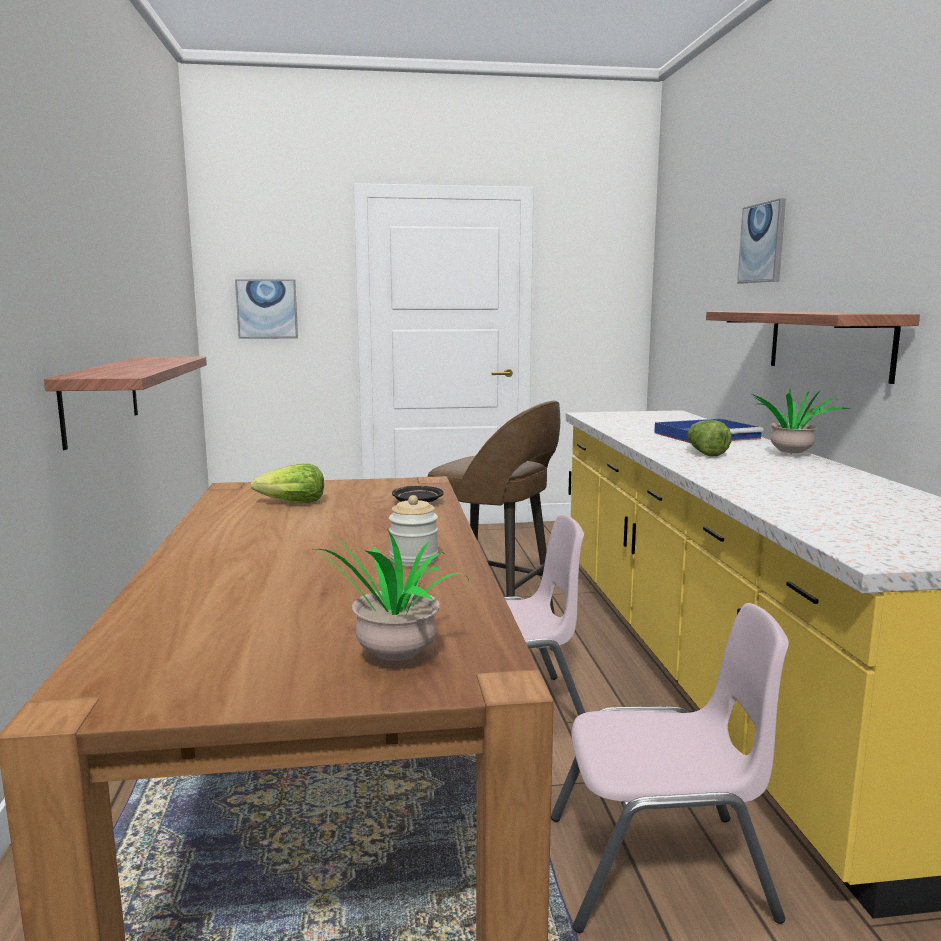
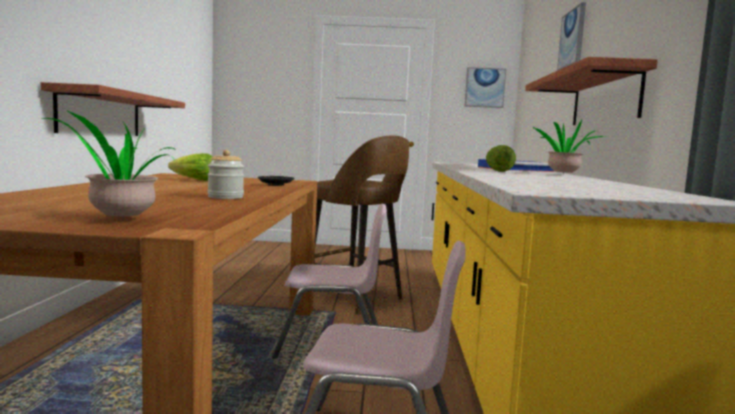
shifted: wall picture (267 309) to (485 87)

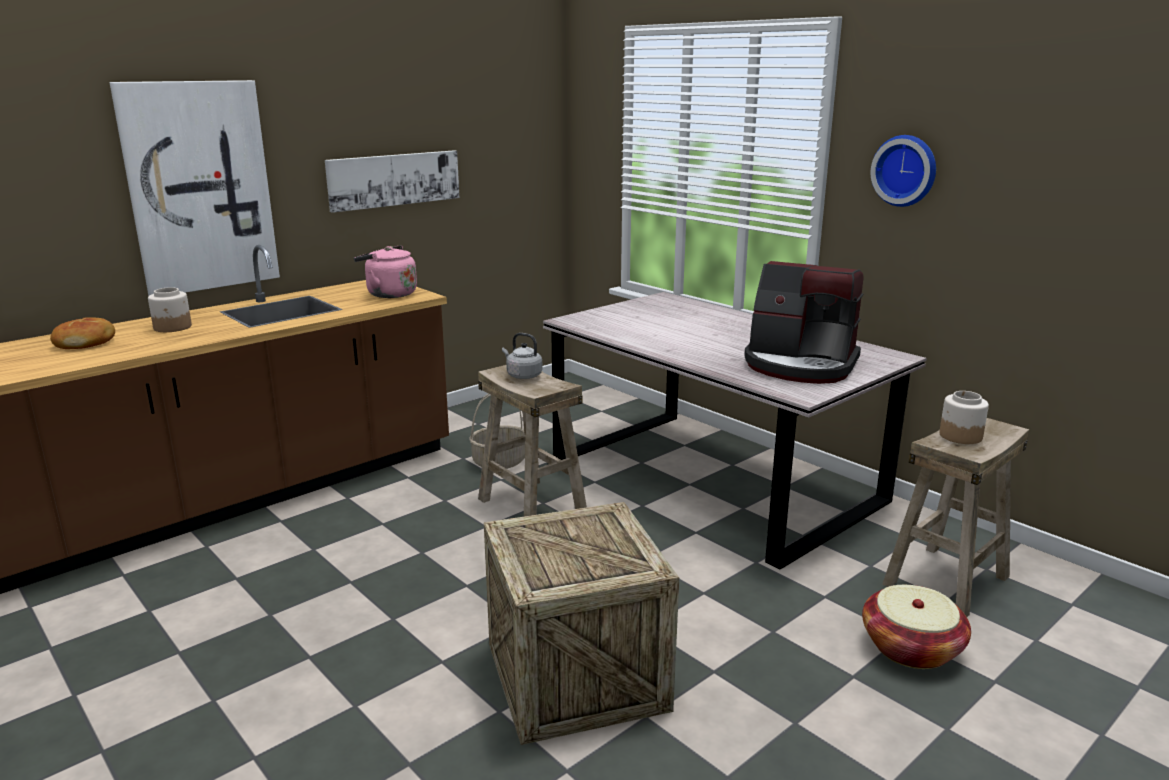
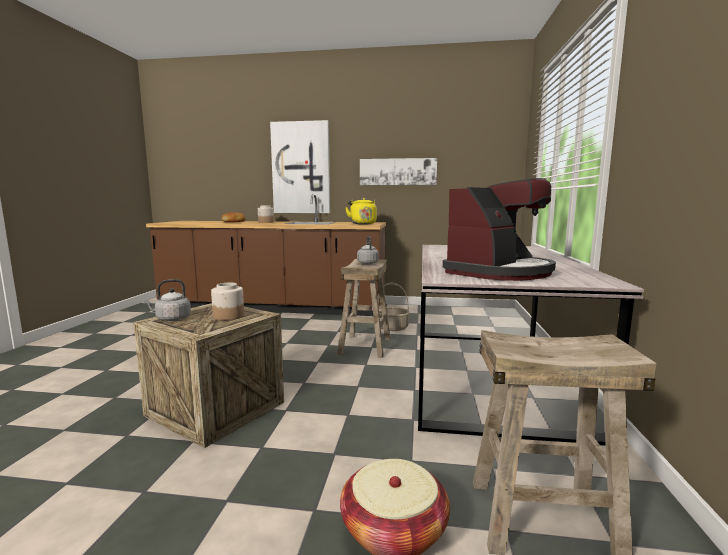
gone: hanging clock (905 170)
new: tea kettle (gray) (171 319)
shifted: preserve jar (960 436) to (229 316)
repainted: tea kettle (pinkish) (388 294) to tea kettle (yellow-coloured) (362 223)
rotated: coffee machine (800 365) = (499 272) 120 degrees counterclockwise

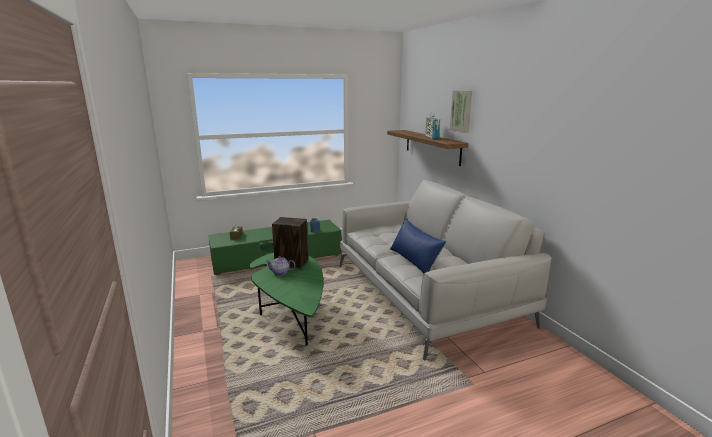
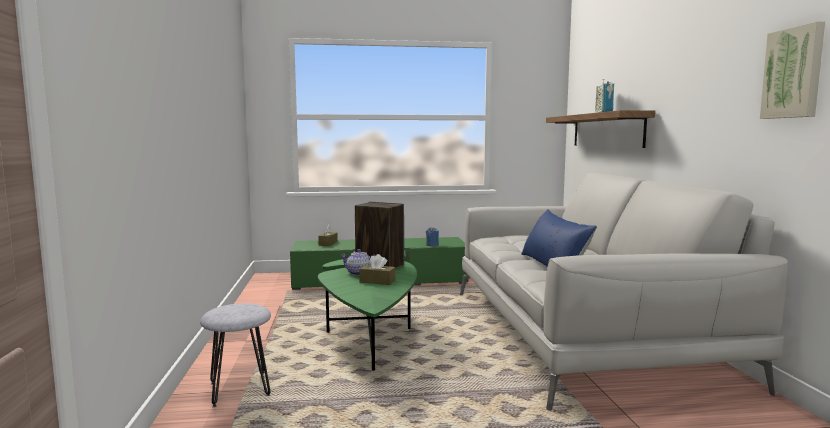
new: stool (gray) (239 389); tissue holder (brownish) (377 281)
shifted: wall picture (462 111) to (794 73)

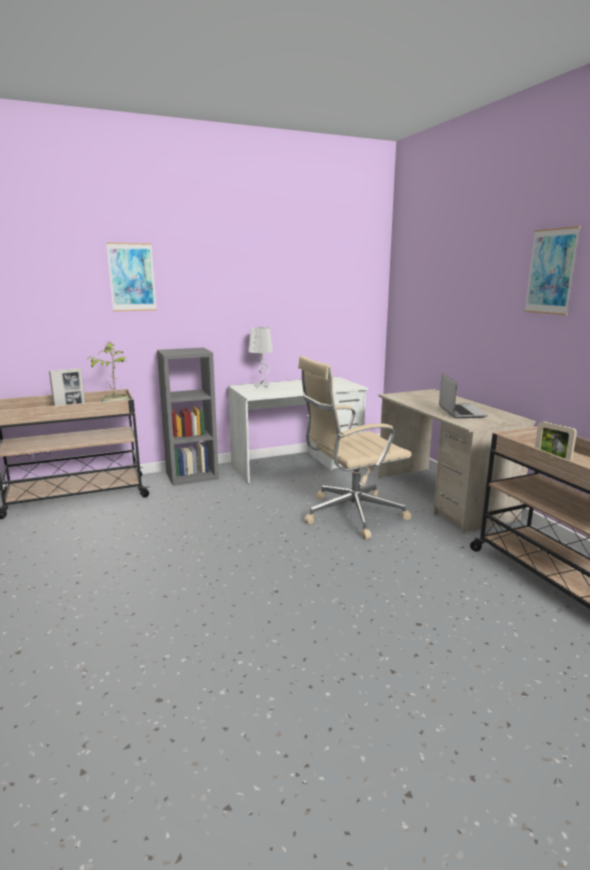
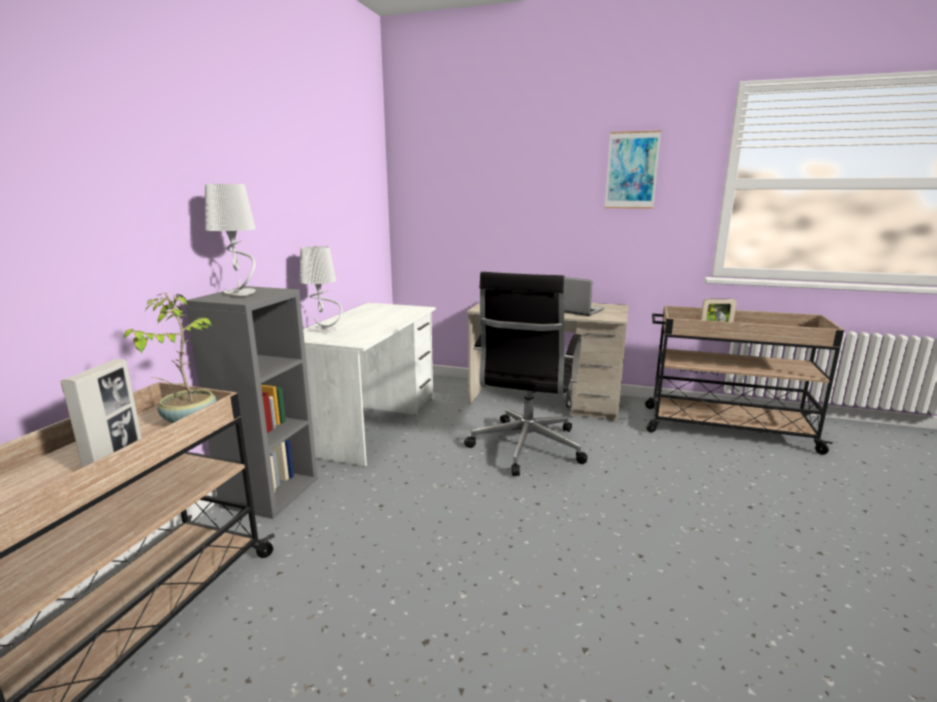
gone: wall picture (132 277)
new: tabletop lamp (gray) (241 293)
repainted: desk chair (beige) (350 515) to desk chair (black-coloured) (525 448)

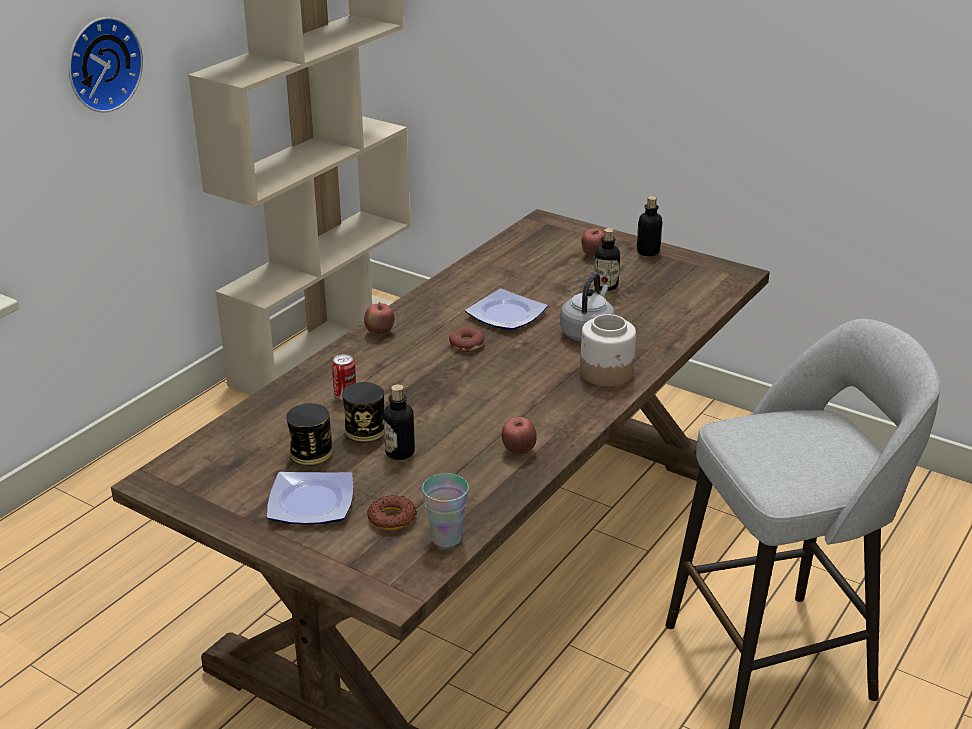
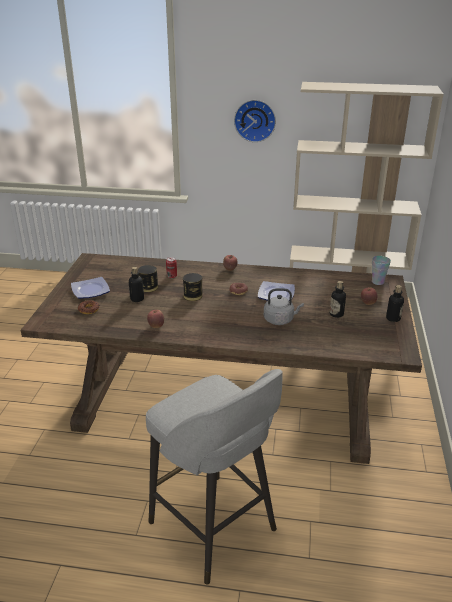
gone: preserve jar (607 373)
shifted: can (311 453) to (193 296); cup (446 538) to (377 282)

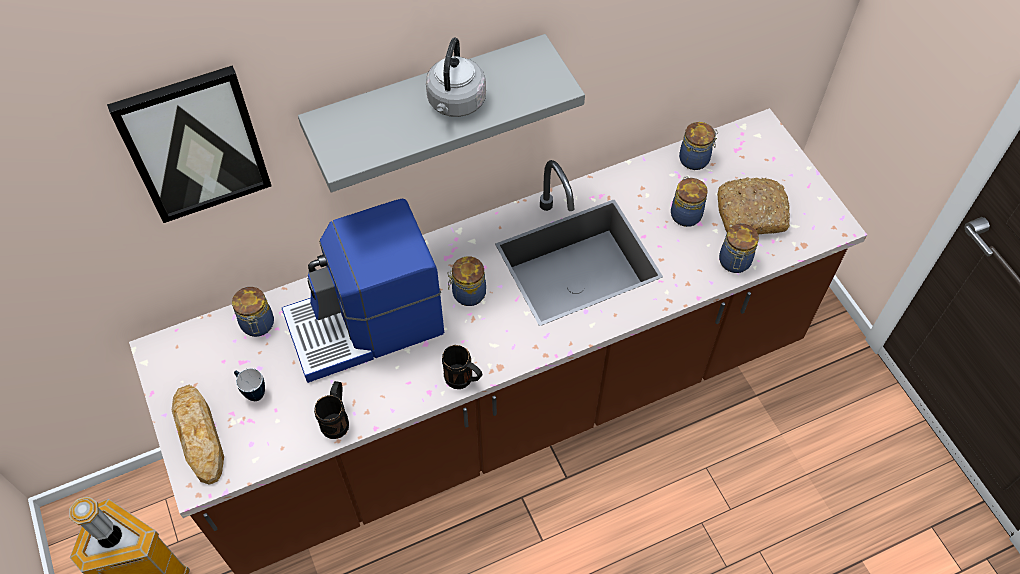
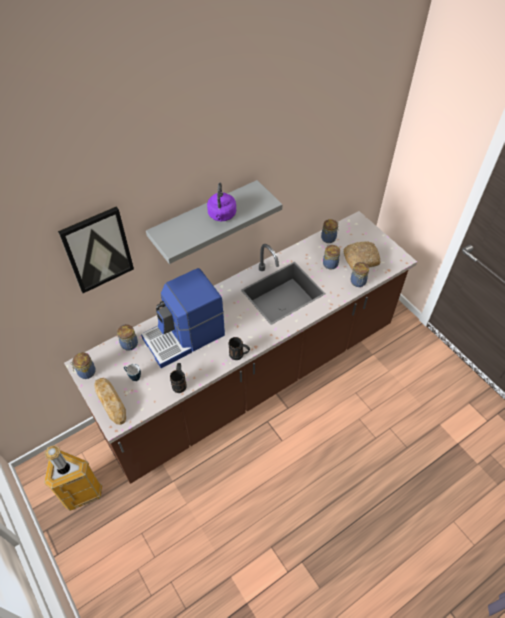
shifted: preserve jar (467 294) to (86 372)
repainted: tea kettle (gray) (455 103) to tea kettle (purple-coloured) (222 215)

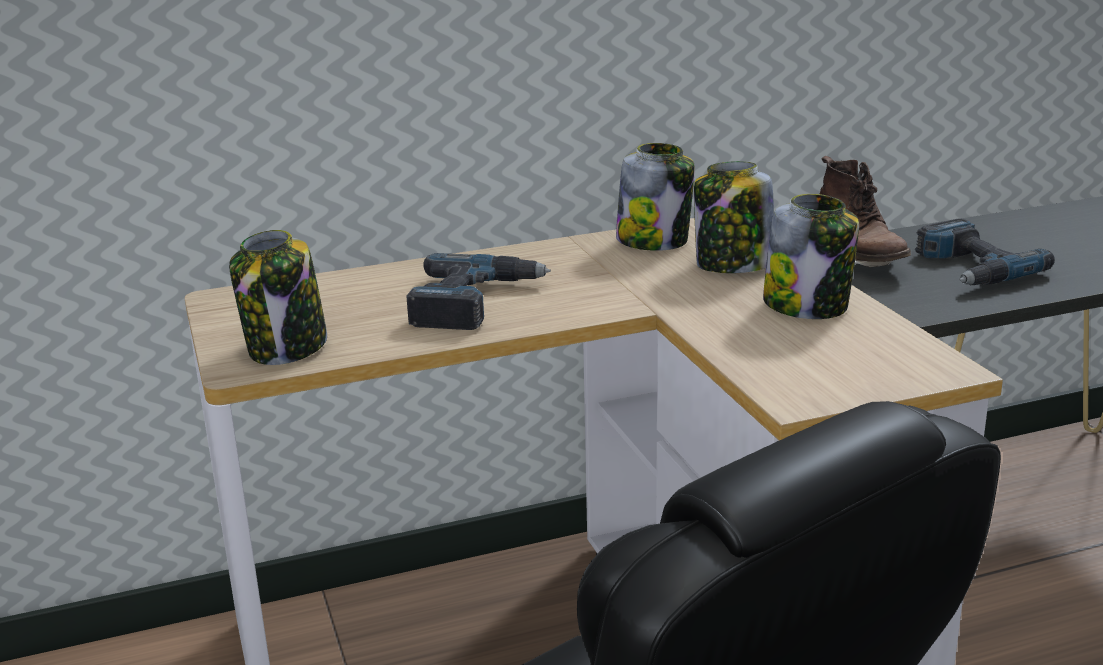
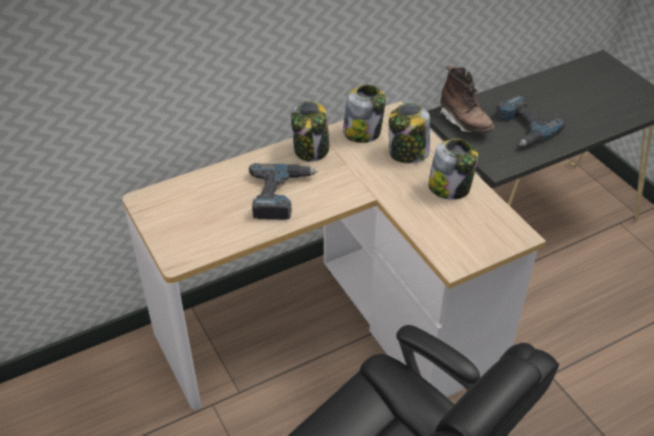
shifted: preserve jar (287 348) to (311 150)

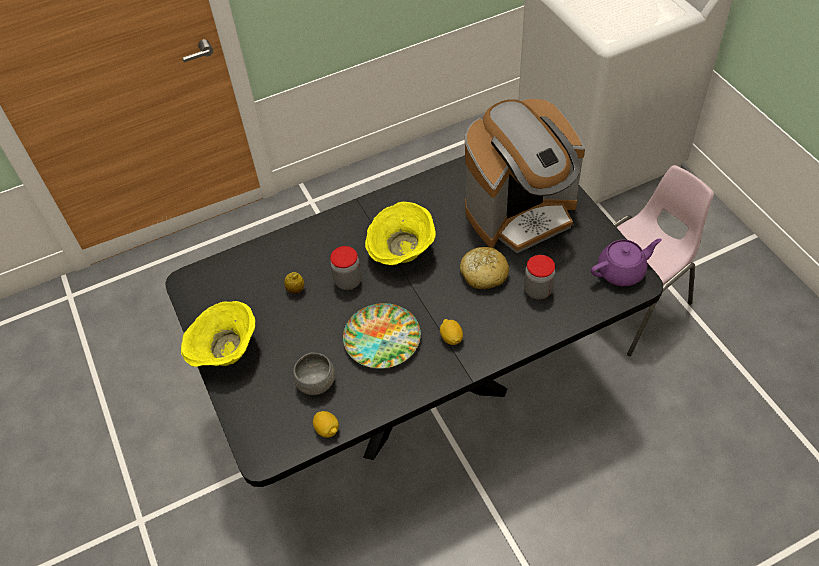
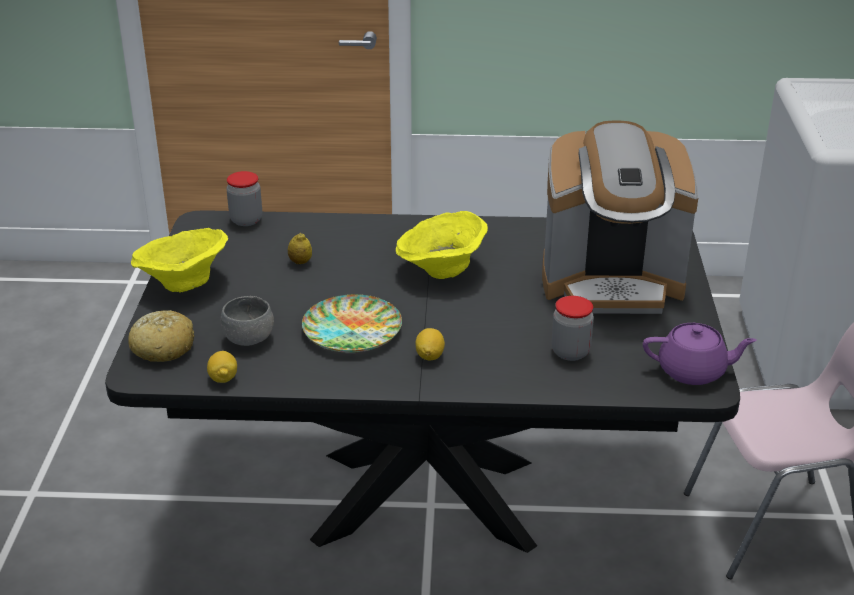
shifted: preserve jar (348 281) to (246 220); baked bread (483 274) to (163 347)

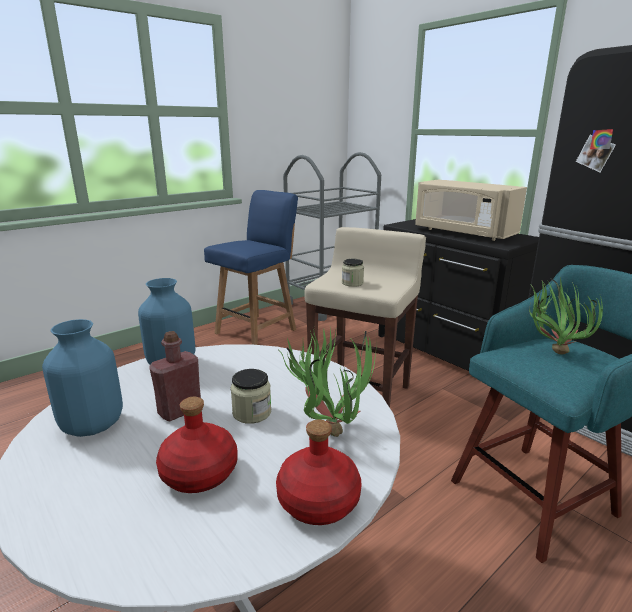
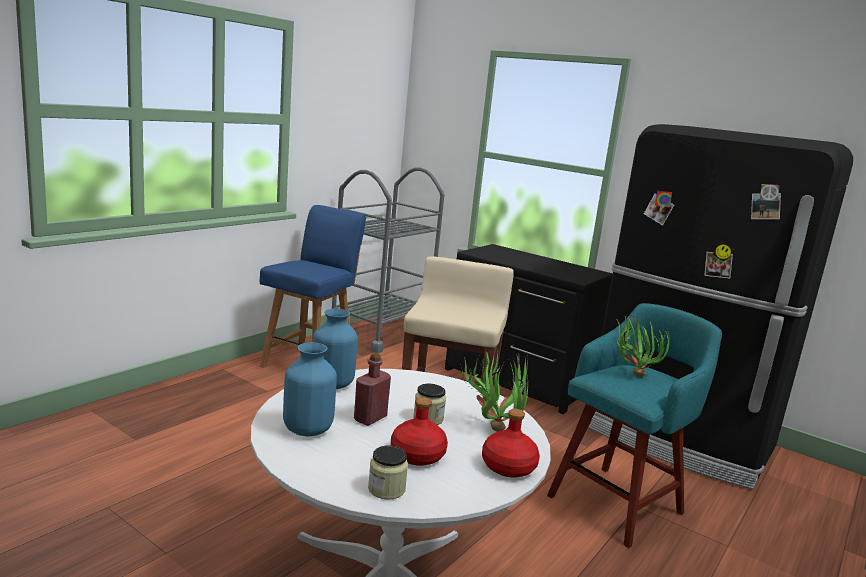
gone: microwave (beige) (463 233)
shifted: preserve jar (352 283) to (386 489)

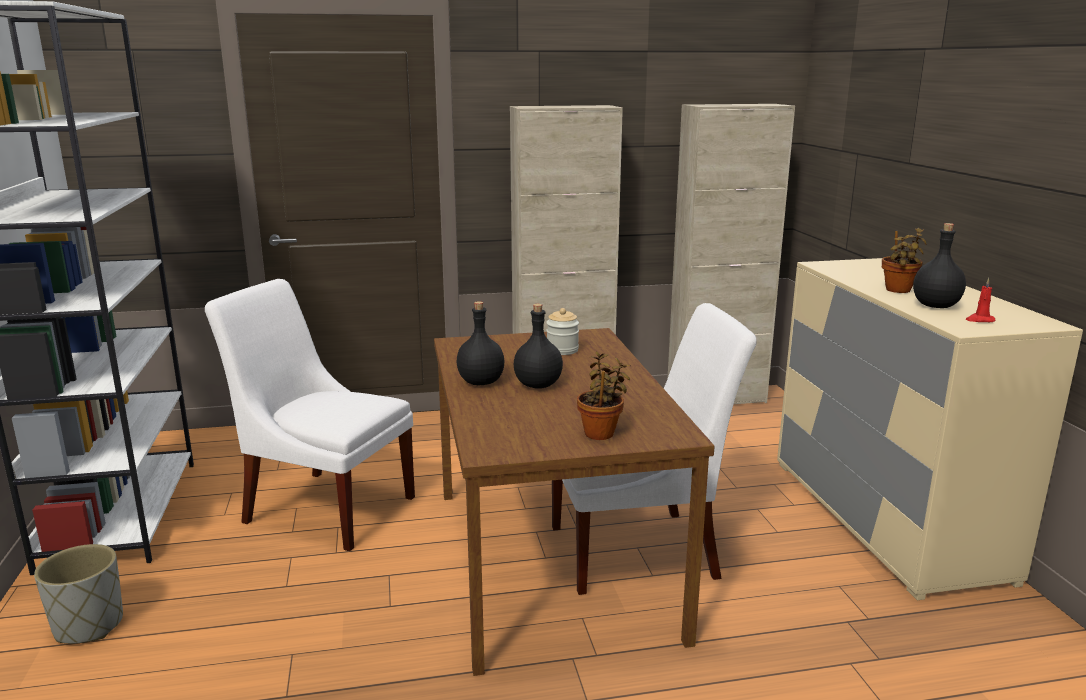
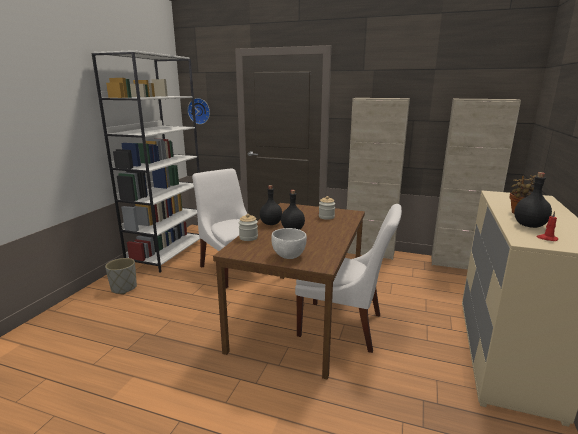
new: hanging clock (199 111); preserve jar (248 237)
swapped: plant in a pot (601 432) to deep dish (white-coloured) (288 256)

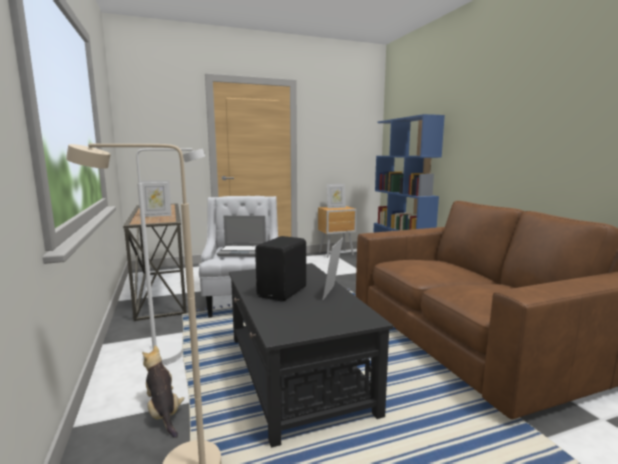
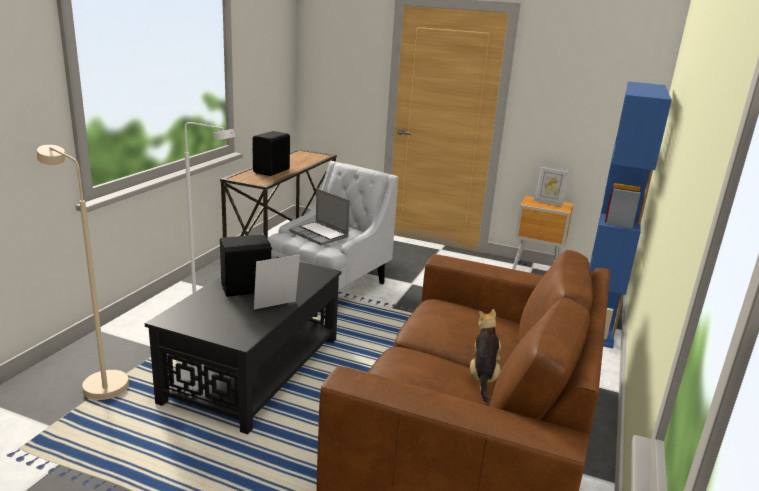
shifted: soft toy (163 412) to (483 377)
swapped: photo frame (156 216) to loudspeaker (black-coloured) (272 171)

